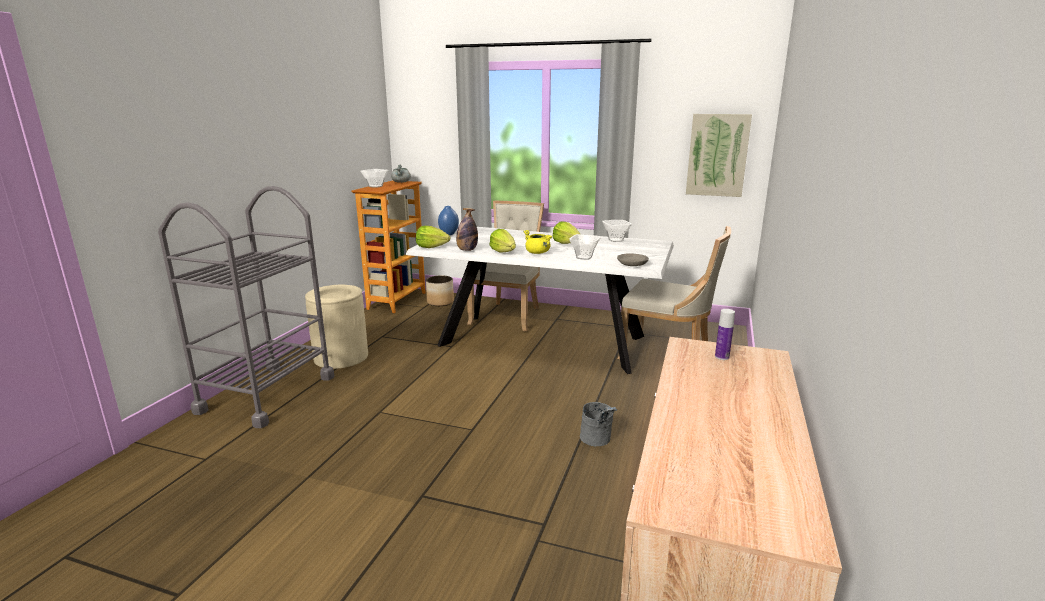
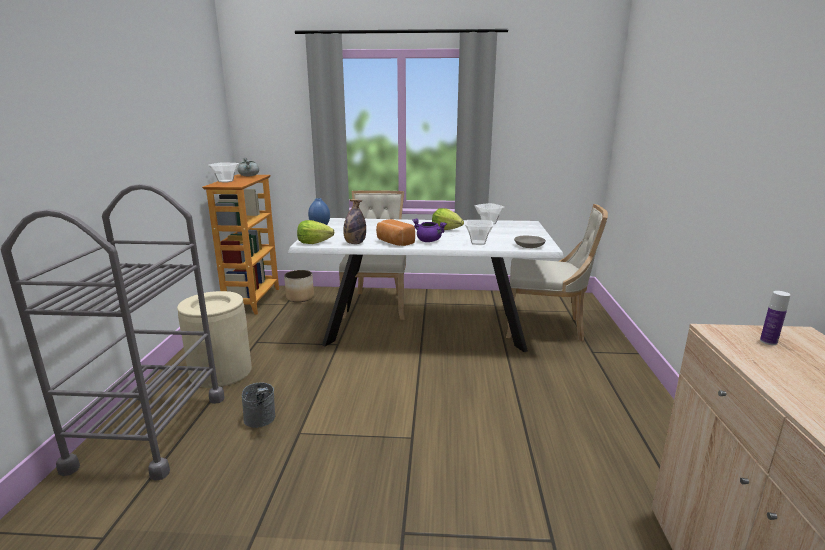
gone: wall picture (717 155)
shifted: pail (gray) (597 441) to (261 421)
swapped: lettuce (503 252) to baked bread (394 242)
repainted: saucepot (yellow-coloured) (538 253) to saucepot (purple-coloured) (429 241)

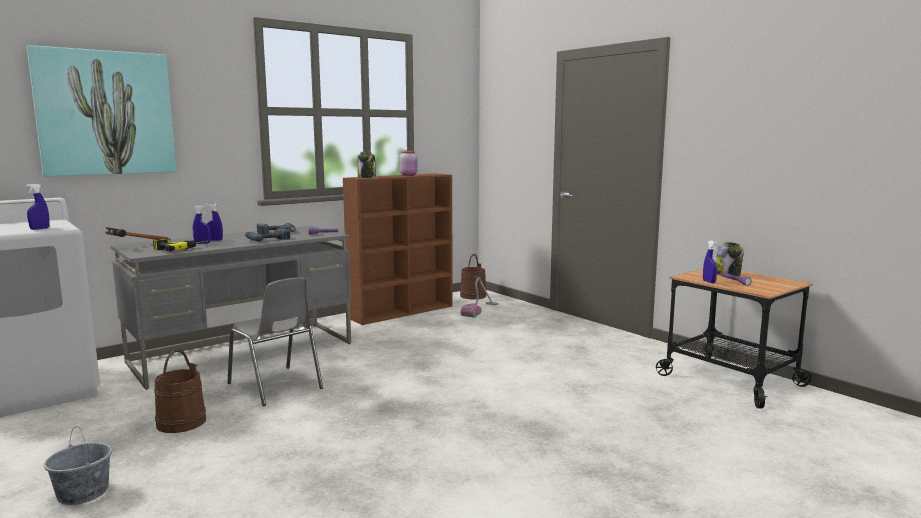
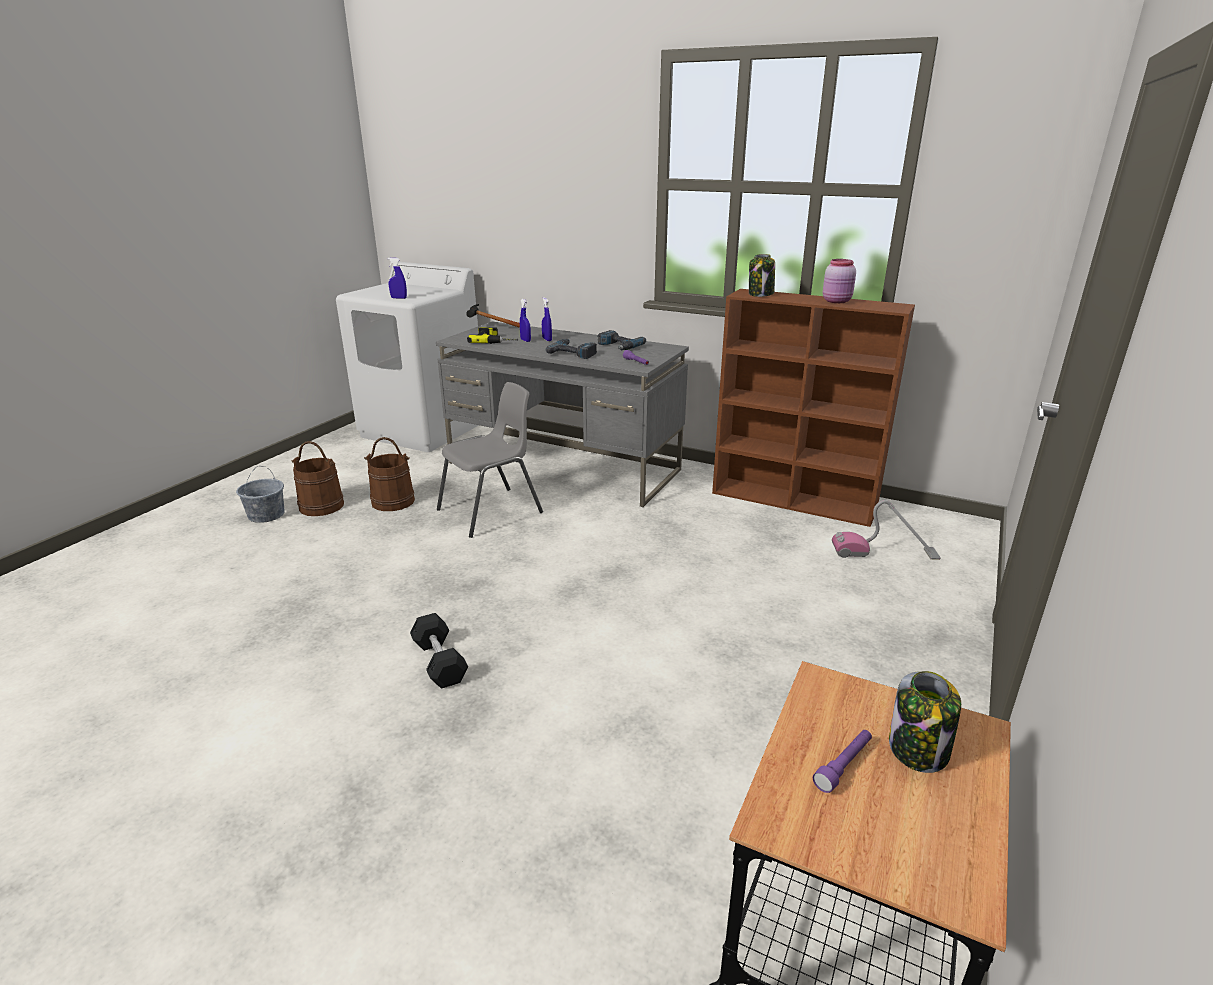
gone: wall picture (105 113); spray bottle (blue-coloured) (709 282)
new: hand weight (black-coloured) (439 662)
shifted: pail (brownish) (473 296) to (322 506)
rotated: plain chair (gray) (276 386) = (492 511) 150 degrees counterclockwise

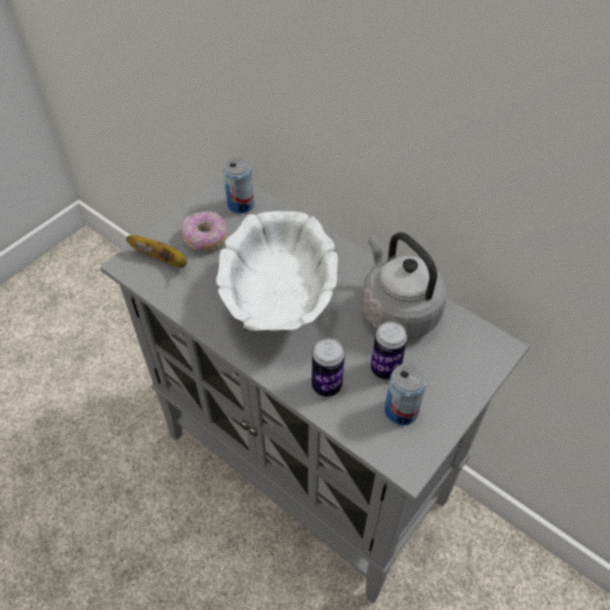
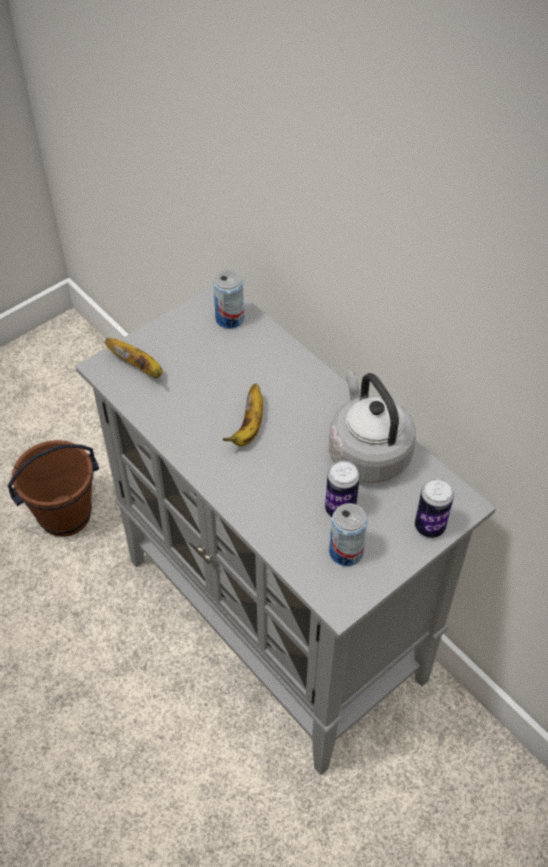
gone: ring doughnut (206 238)
new: pail (brownish) (65 515)
shifted: can (326 385) to (429 527)
swapped: deep dish (white-coloured) (280 302) to whole banana (249 427)

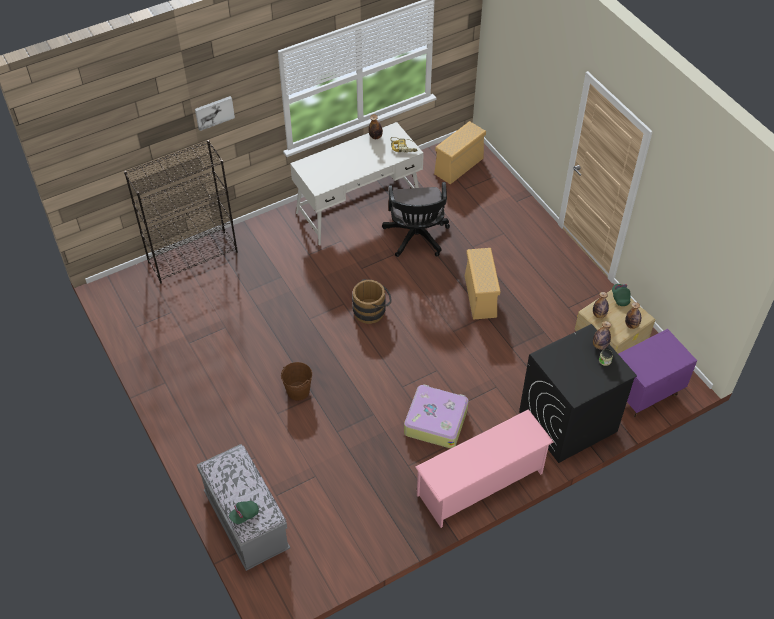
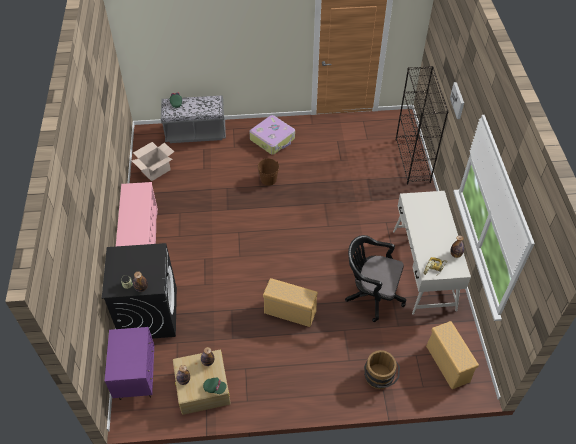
new: packing box (156 170)
shifted: pail (brownish) (372 310) to (379 379); piece of luggage (435 421) to (273 139)

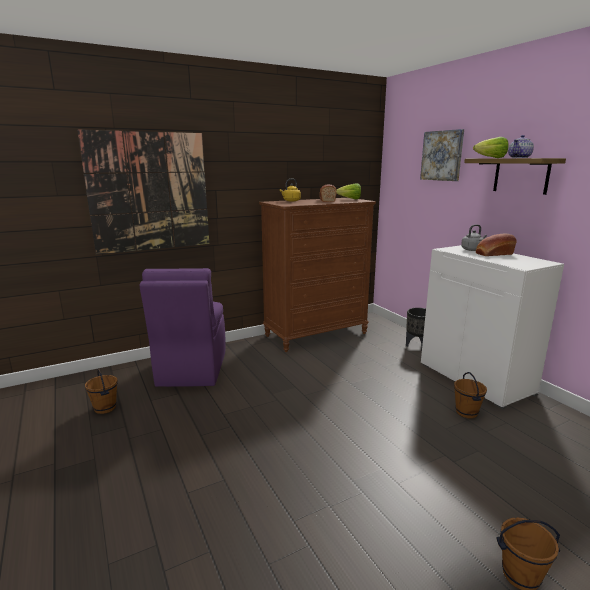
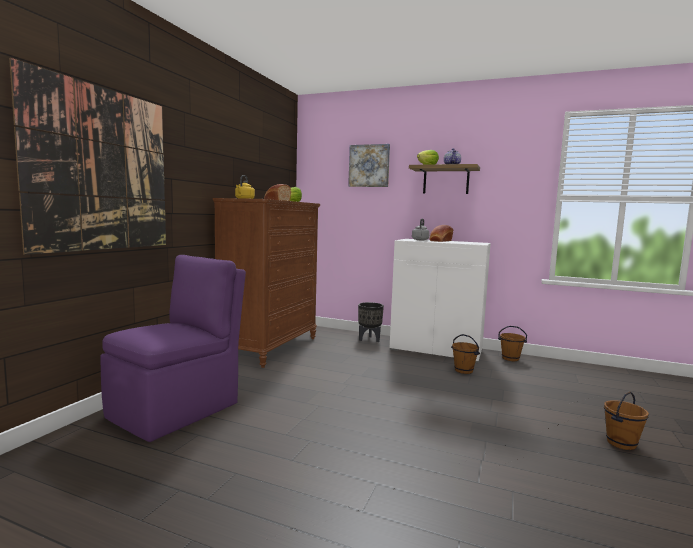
shifted: pail (brownish) (105 408) to (510 358)
rotated: plain chair (purple-coloured) (191 370) = (177 409) 105 degrees counterclockwise

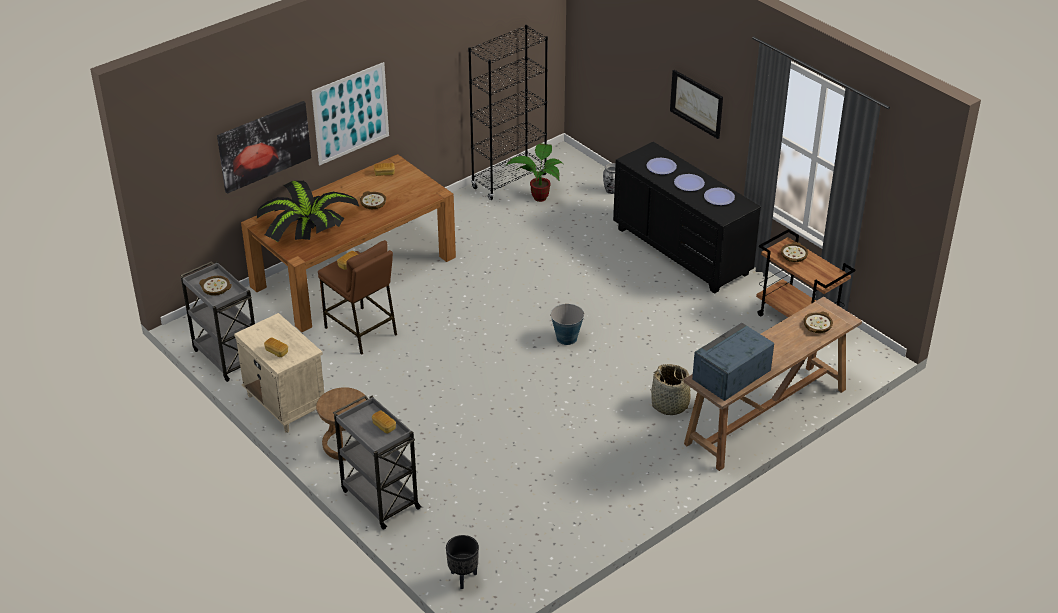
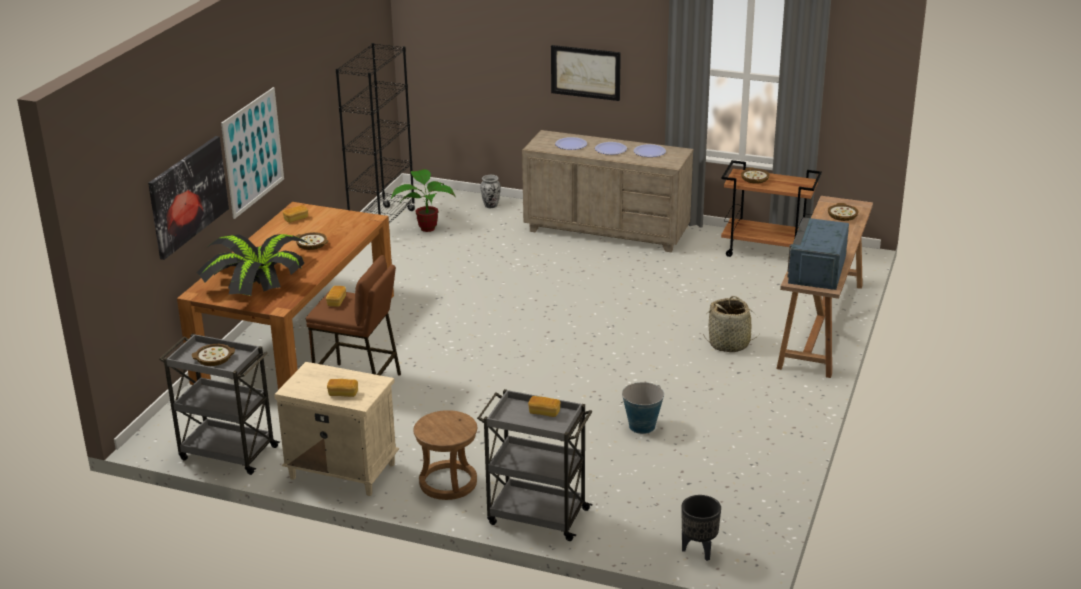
shifted: pail (566 338) to (641 426)
repainted: chest of drawers (black-coloured) (681 251) to chest of drawers (beige) (606 231)

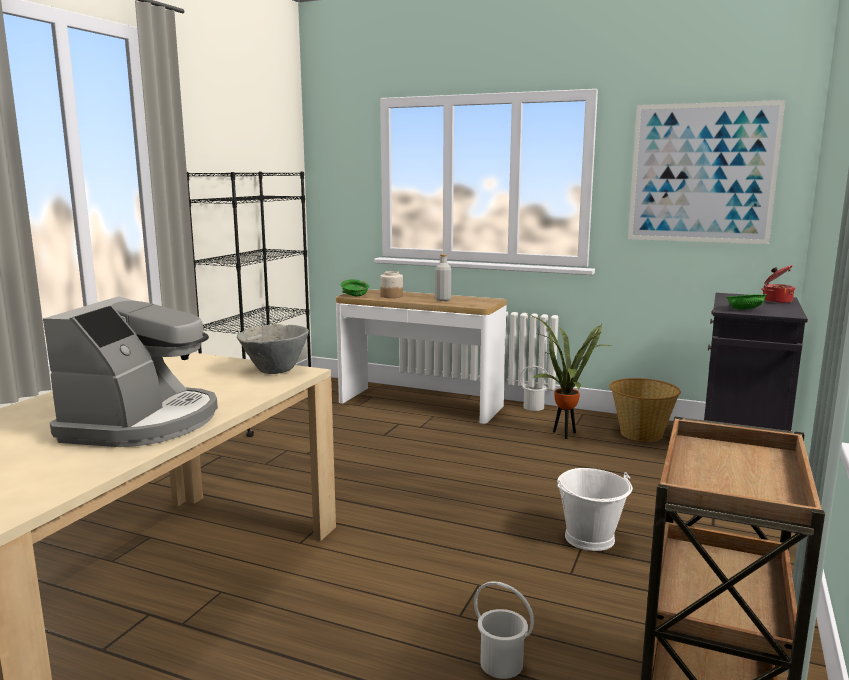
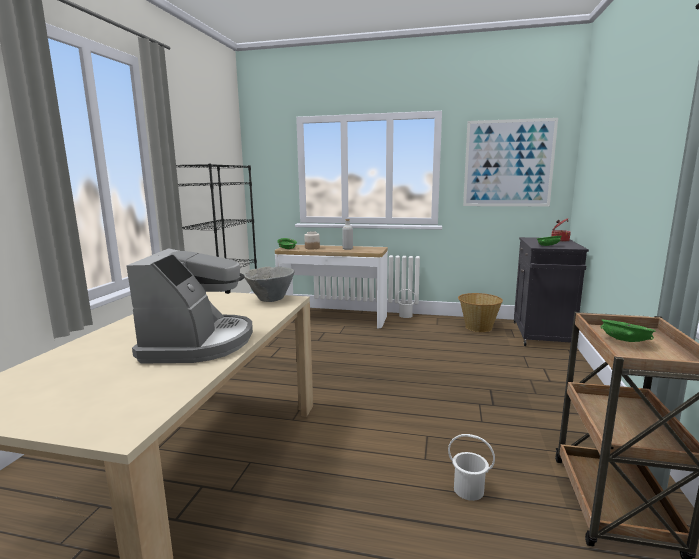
gone: plant in a pot (564 434); pail (white-coloured) (590 538)
new: deep dish (green) (625 341)

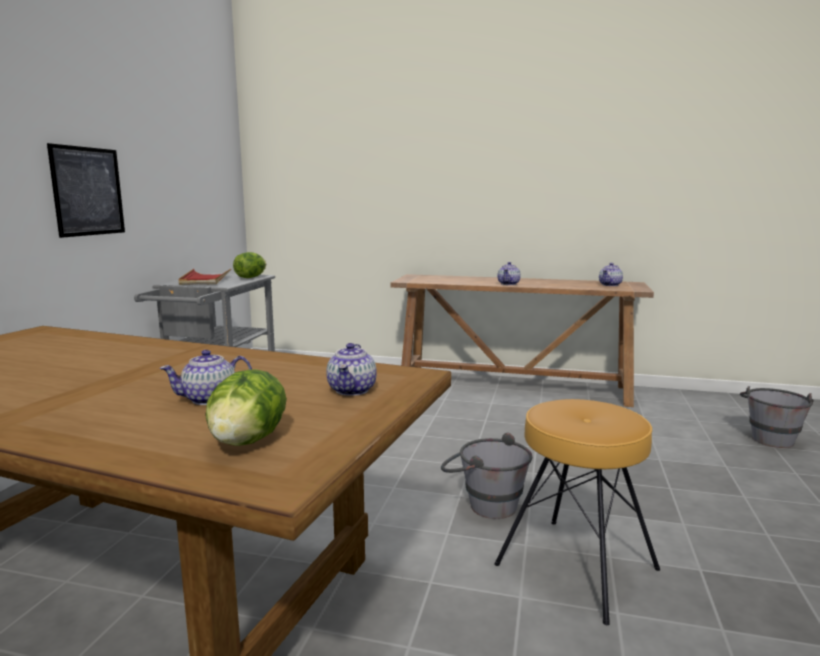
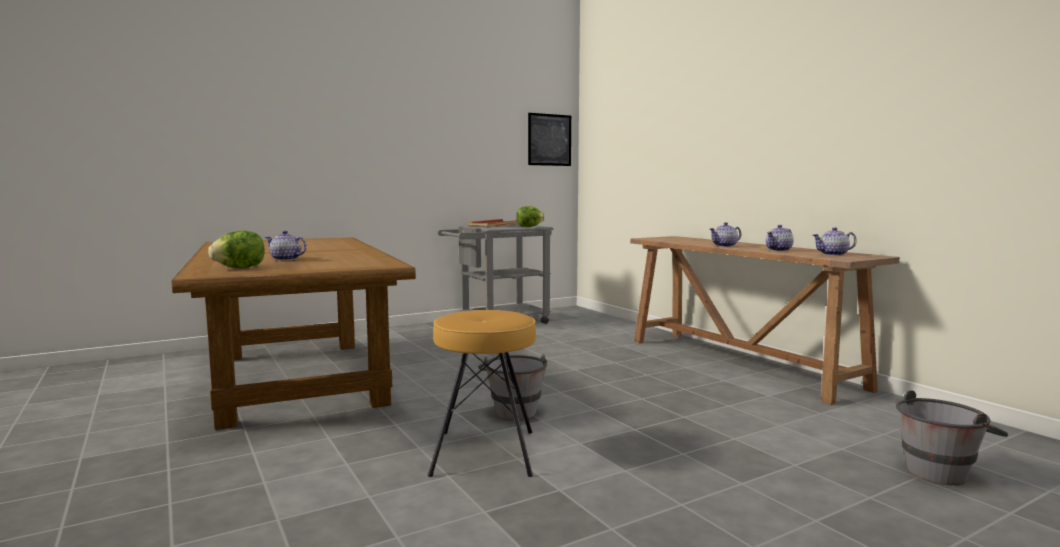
shifted: wall picture (88 191) to (549 140); tea pot (352 390) to (779 250)

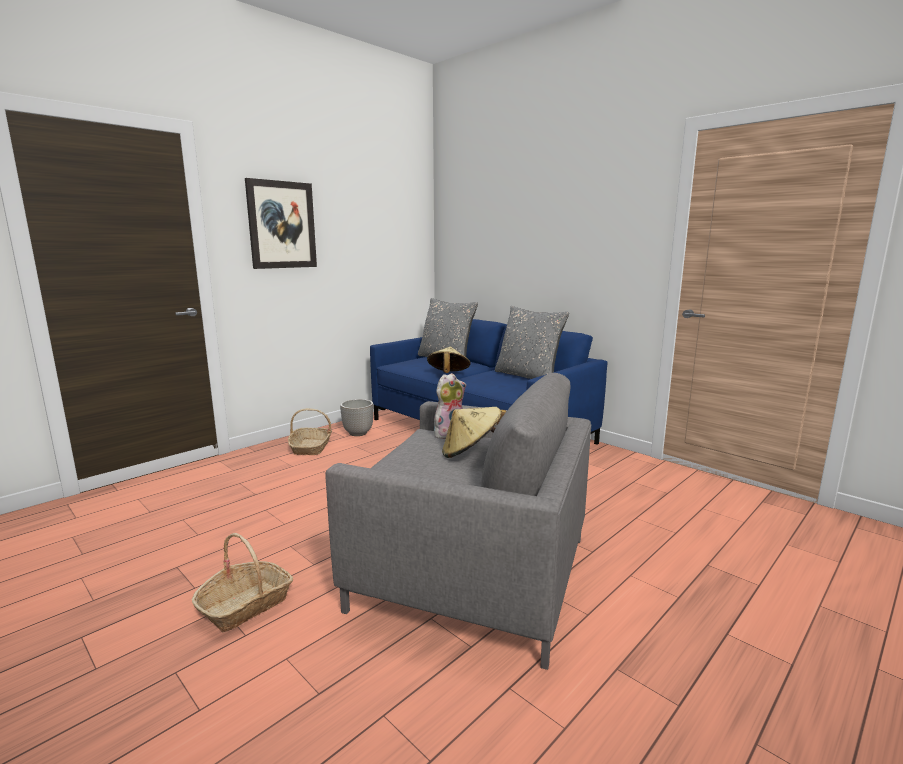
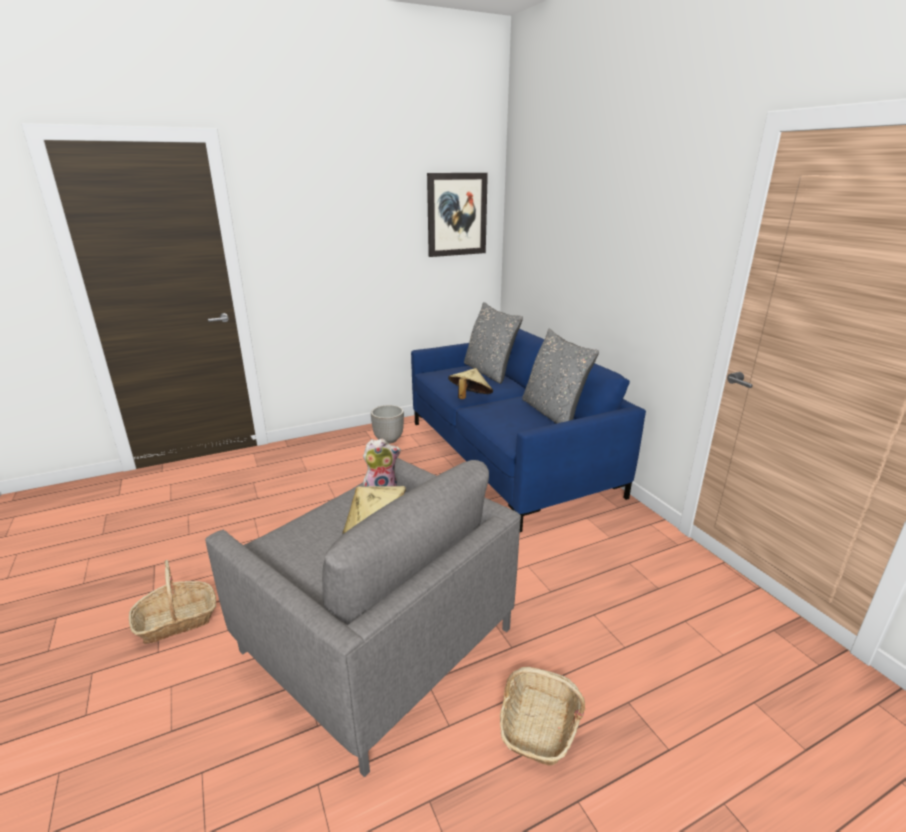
shifted: wall picture (282 225) to (457 214); household basket (311 447) to (539 725)

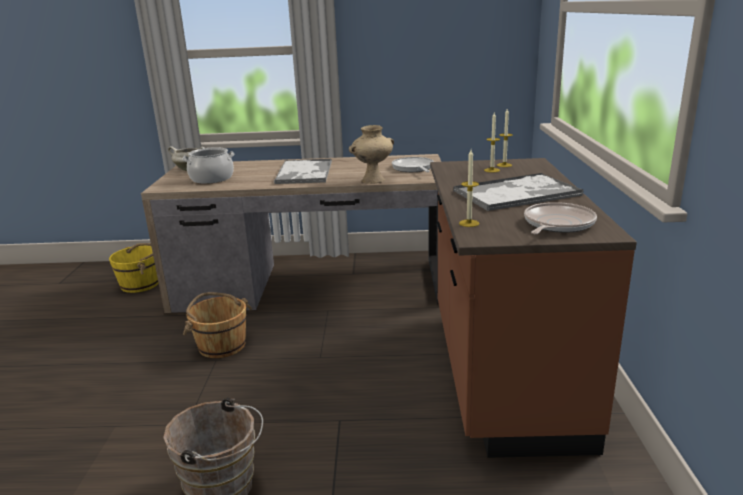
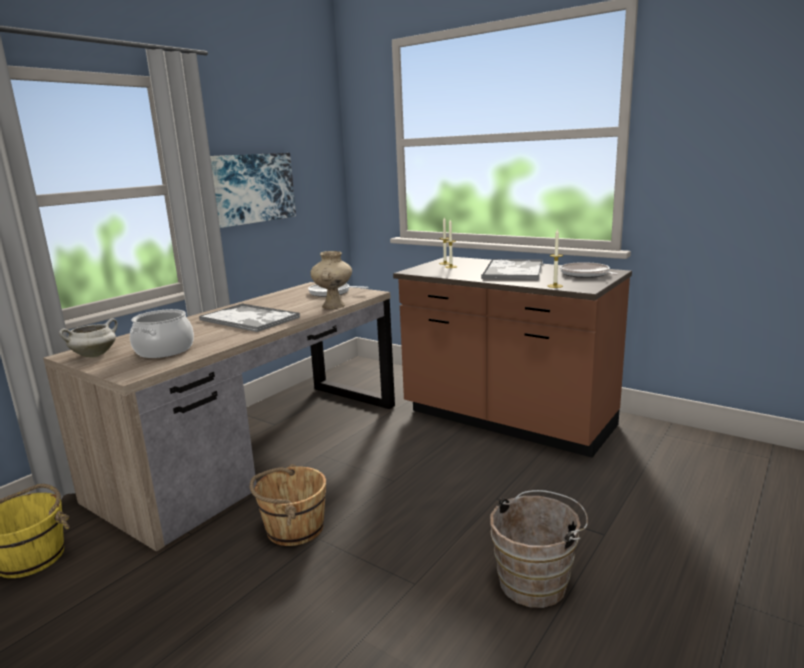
new: wall picture (252 188)

